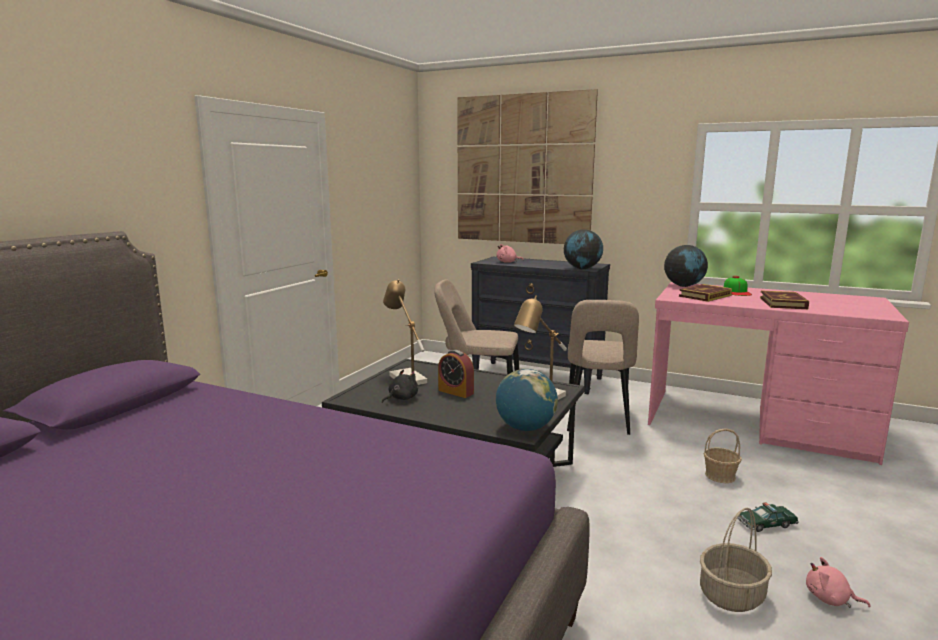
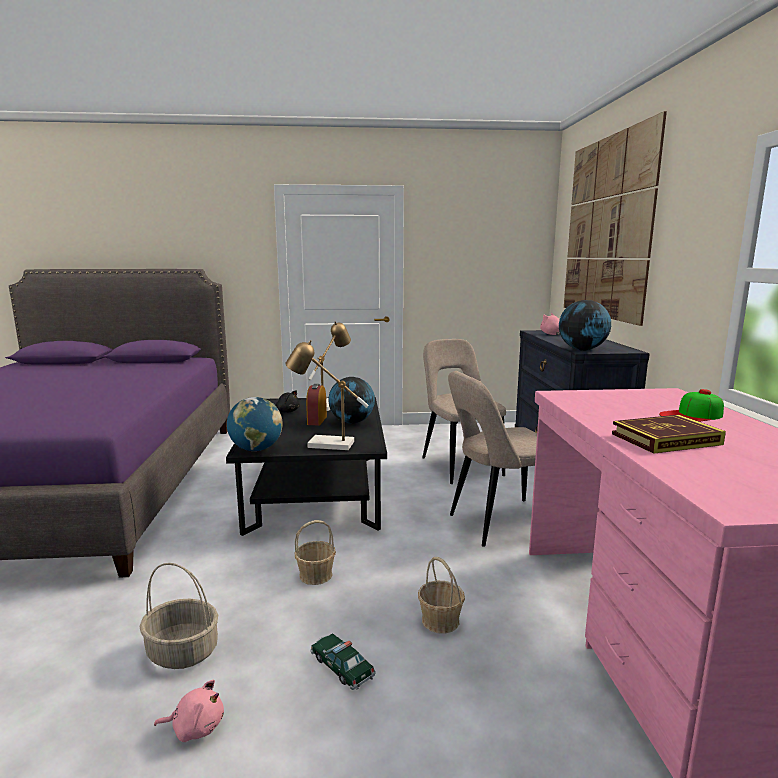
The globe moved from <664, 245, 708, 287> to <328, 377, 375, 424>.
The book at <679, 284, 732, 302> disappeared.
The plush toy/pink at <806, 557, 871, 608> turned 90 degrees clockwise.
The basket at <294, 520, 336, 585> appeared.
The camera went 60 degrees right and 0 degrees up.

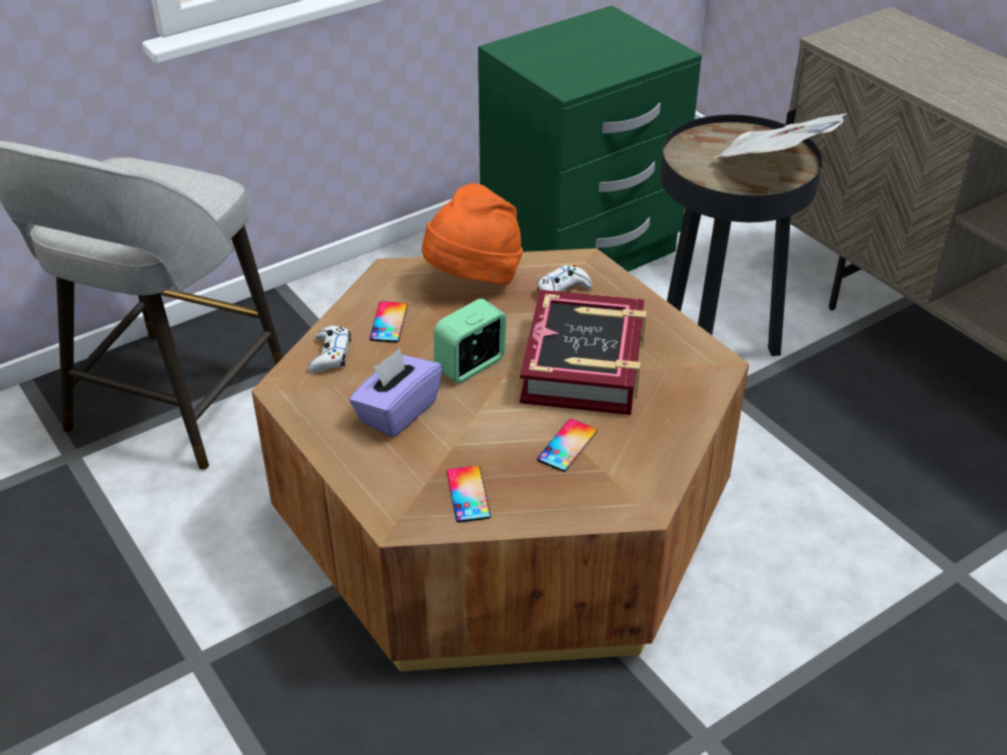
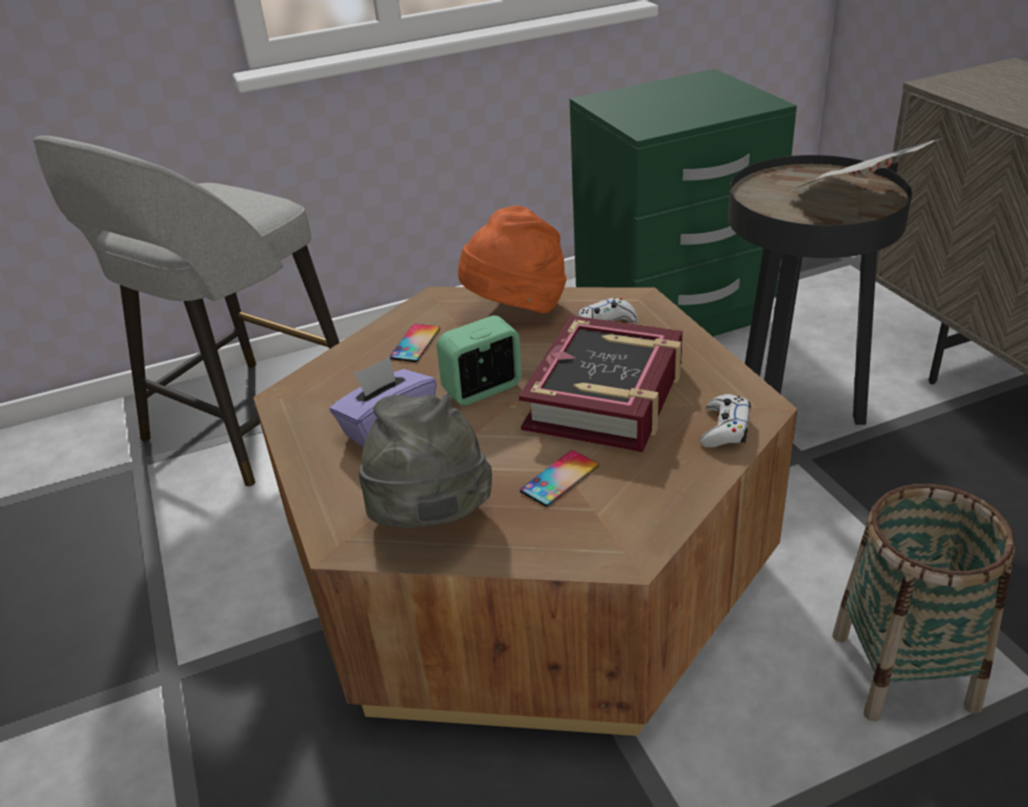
The game controller/white moved from <308, 326, 351, 373> to <700, 394, 751, 448>.
The phone at <447, 466, 491, 523> was replaced by the hat/grey at <359, 394, 492, 528>.
The basket at <832, 484, 1015, 722> appeared.
The camera went 15 degrees right and 5 degrees down.

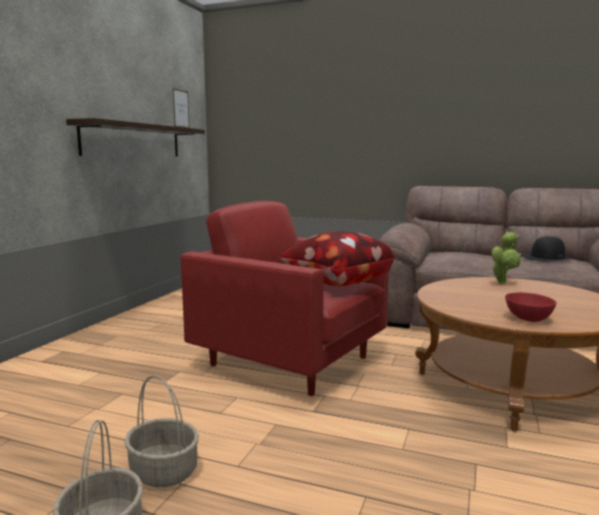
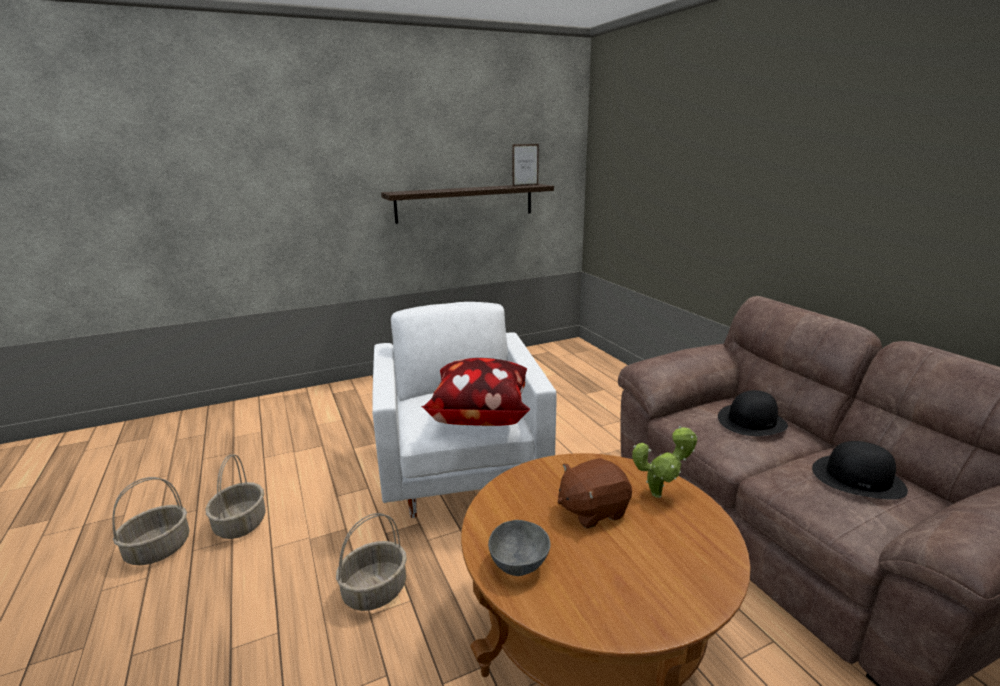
The armchair/red at <181, 201, 389, 396> became the armchair/white at <372, 302, 557, 518>.
The bowl/red at <505, 292, 557, 322> became the bowl/grey at <488, 520, 550, 576>.
The hat/black at <718, 390, 788, 436> appeared.
The plush toy/brown at <558, 458, 632, 529> appeared.
The basket at <336, 513, 407, 611> appeared.
The camera went 45 degrees right and 10 degrees up.

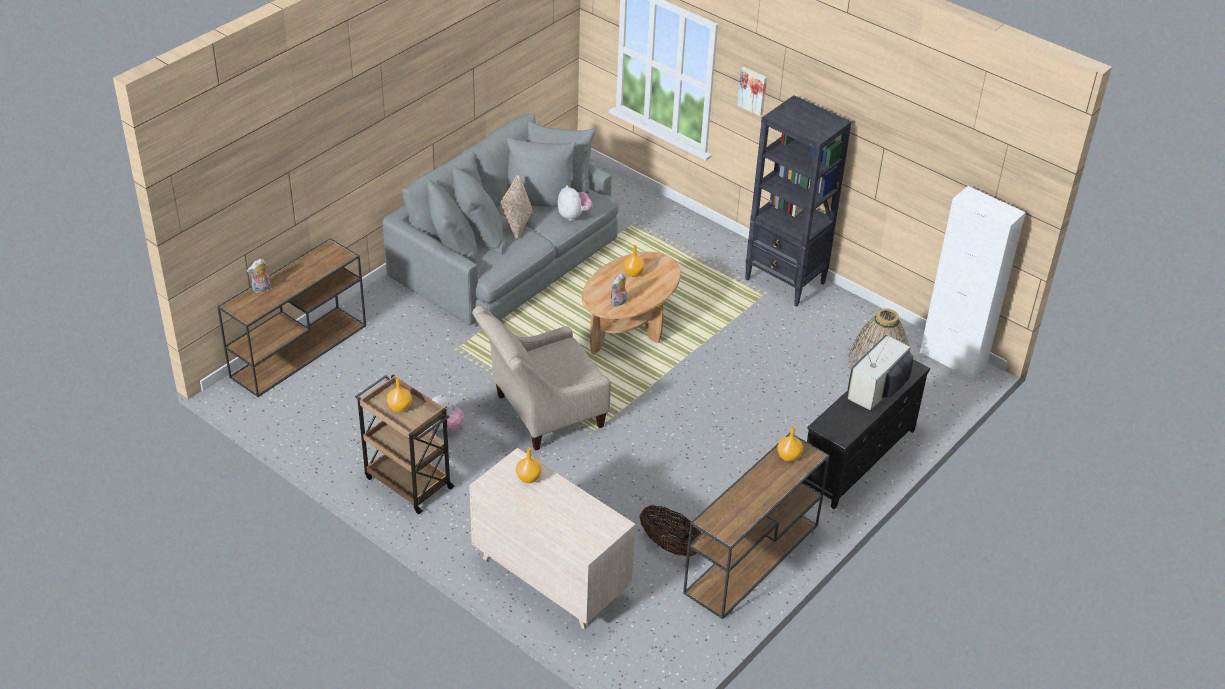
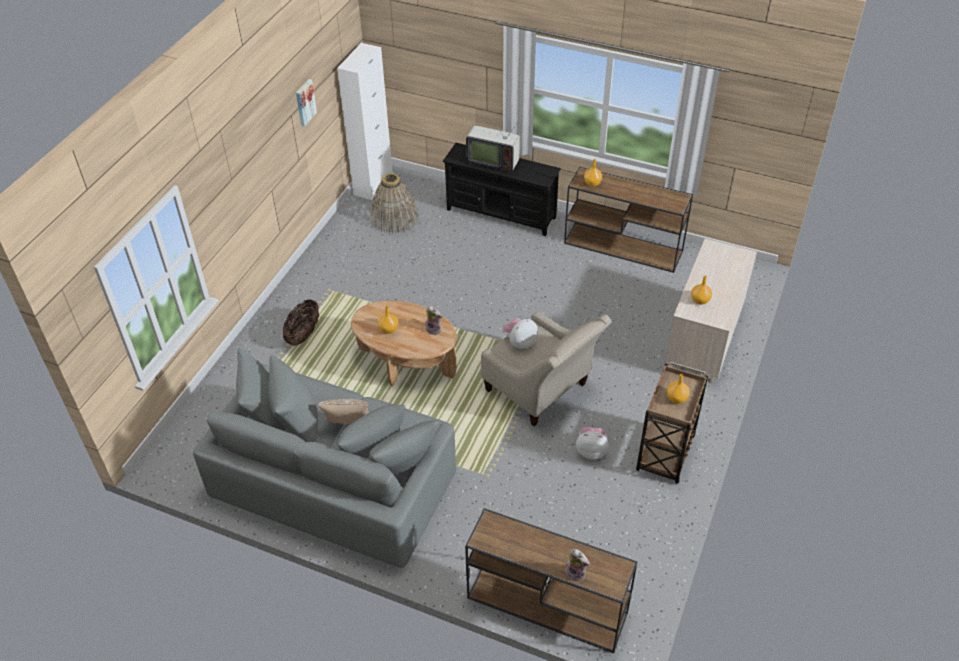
The picture moved from <737, 66, 767, 116> to <296, 79, 317, 126>.
The bookcase/black at <745, 95, 852, 306> disappeared.
The plush toy moved from <558, 185, 593, 221> to <503, 318, 538, 349>.
The basket moved from <639, 505, 702, 556> to <283, 299, 319, 346>.
The camera went 105 degrees left and 5 degrees up.

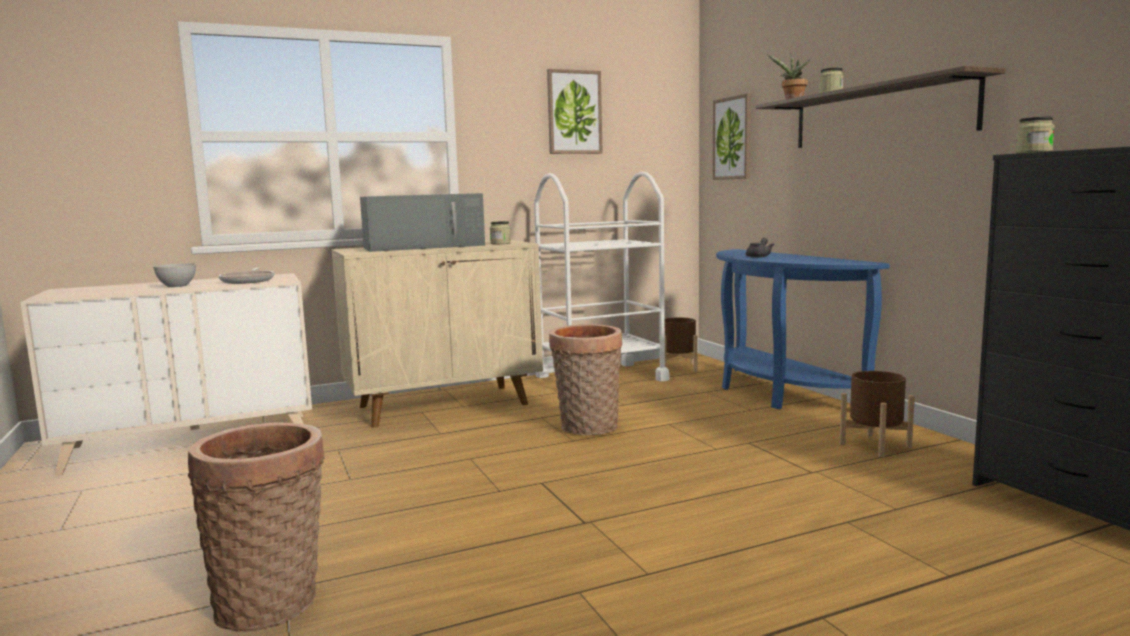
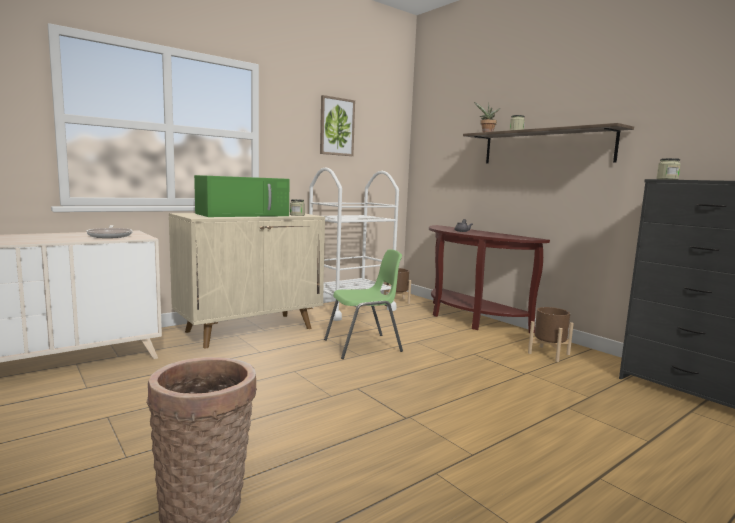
The picture at <713, 93, 751, 180> disappeared.
The microwave/grey at <360, 193, 485, 252> became the microwave/green at <194, 175, 290, 217>.
The console table/blue at <716, 249, 890, 409> became the console table/brown at <429, 225, 550, 333>.
The bowl/grey at <153, 263, 196, 287> disappeared.
The basket at <549, 324, 622, 435> was replaced by the chair/green at <324, 249, 403, 359>.
The camera went 15 degrees left and 0 degrees up.

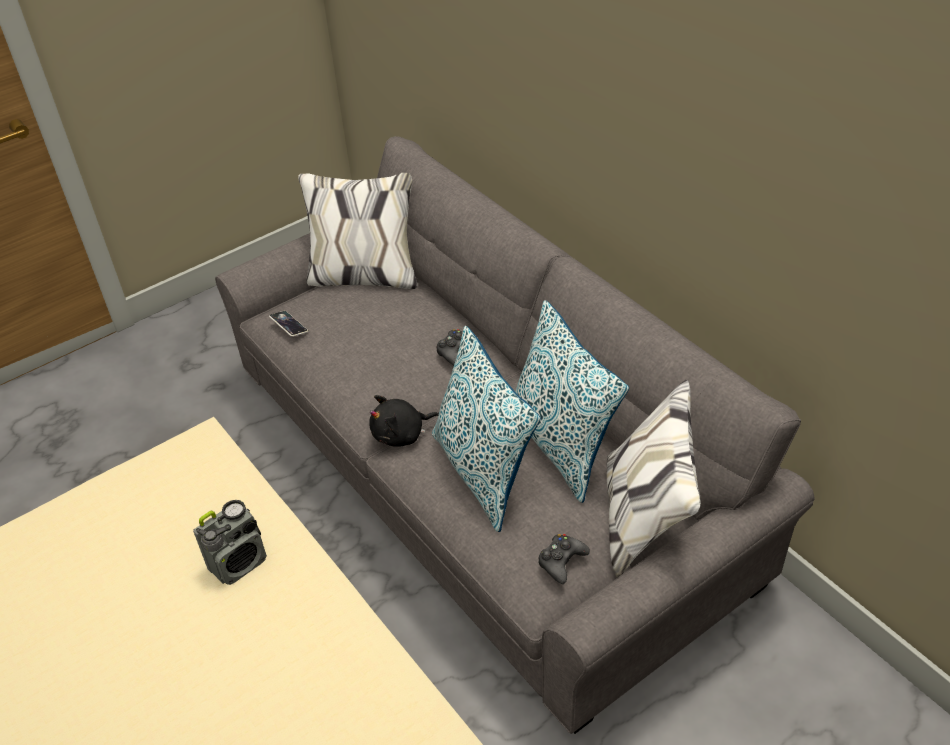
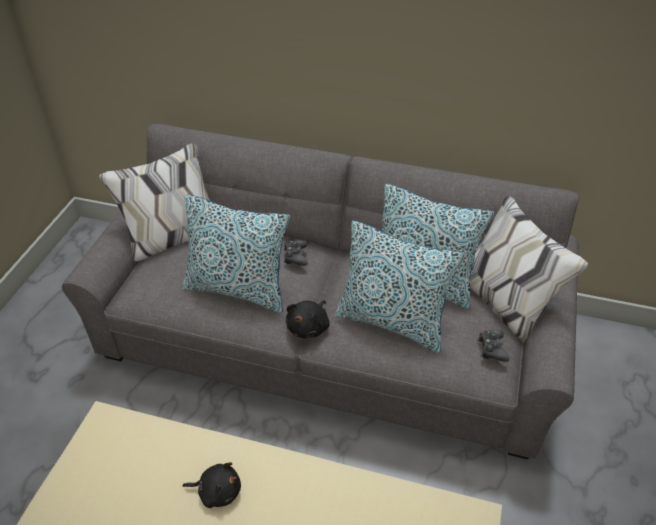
The phone at <269, 311, 308, 337> disappeared.
The radio at <193, 500, 267, 585> was replaced by the plush toy/black at <183, 462, 241, 508>.
The pillow at <183, 194, 290, 313> appeared.
The camera went 40 degrees left and 0 degrees up.

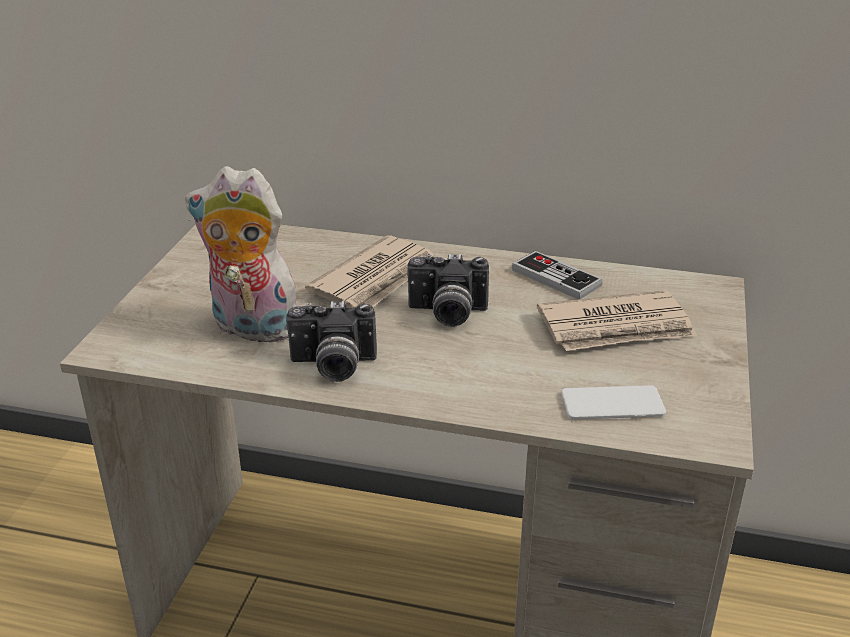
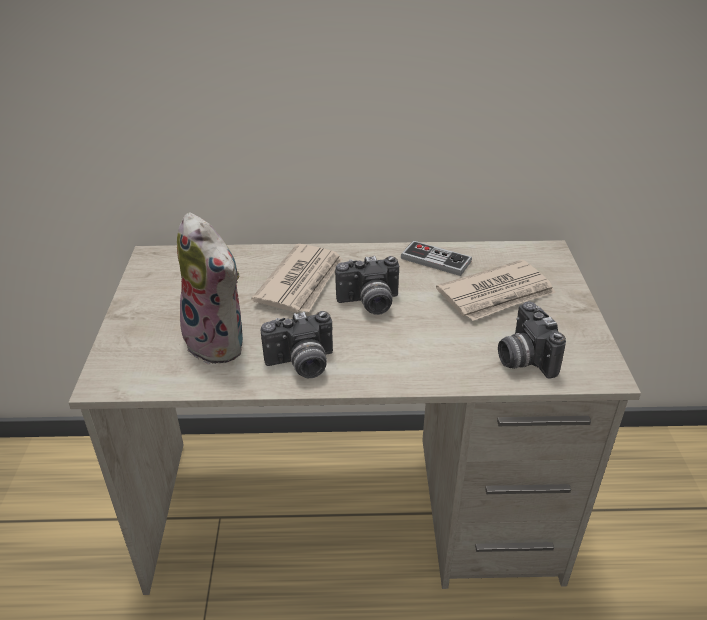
The plush toy at <185, 166, 297, 343> turned 135 degrees counterclockwise.
The phone at <561, 385, 666, 420> was replaced by the photo camera at <498, 302, 566, 379>.
The camera went 15 degrees left and 5 degrees up.

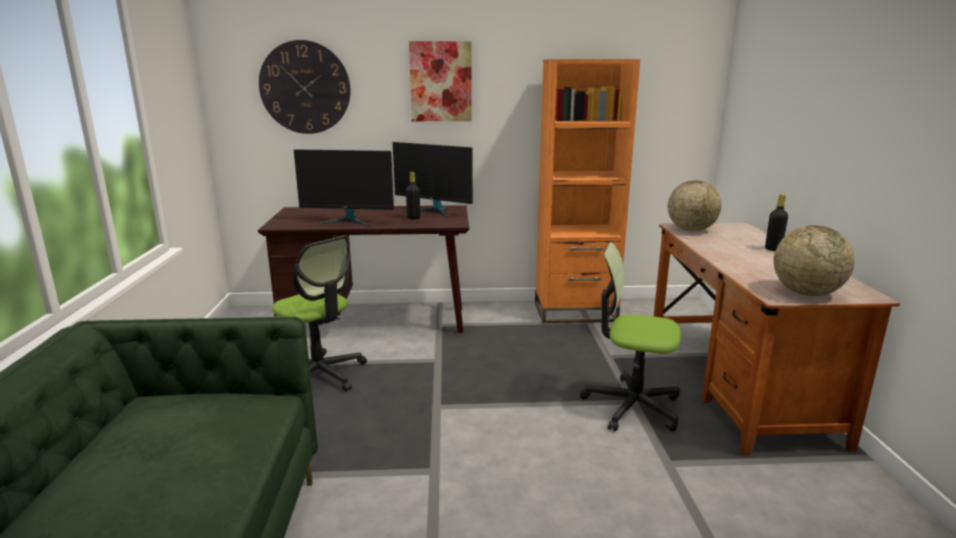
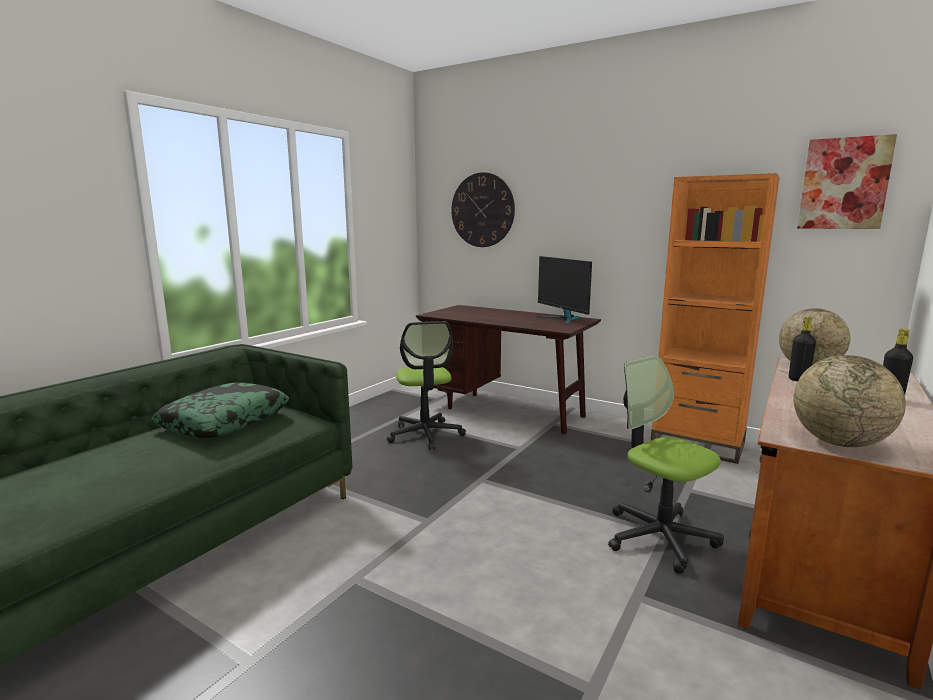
The picture moved from <409, 41, 472, 121> to <797, 134, 897, 229>.
The monitor at <294, 149, 394, 227> disappeared.
The bottle/black moved from <406, 172, 420, 219> to <789, 316, 816, 382>.
The pillow at <152, 383, 289, 438> appeared.
The camera went 35 degrees right and 5 degrees down.

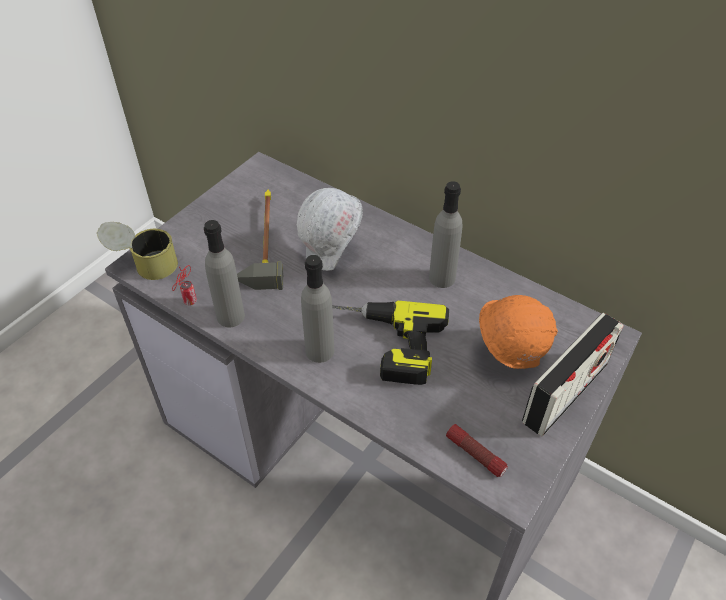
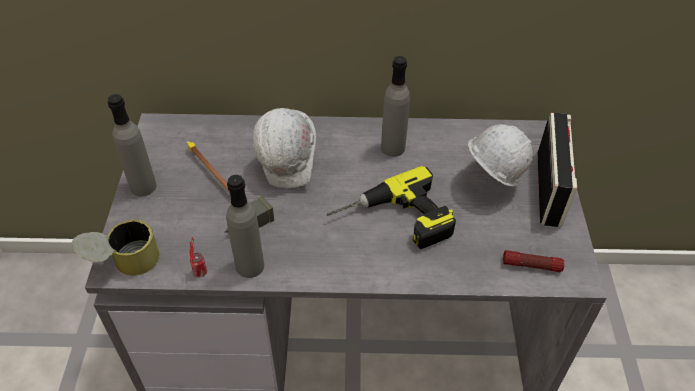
The bottle/grey moved from <301, 255, 334, 363> to <108, 94, 157, 197>.
The hard hat/orange at <479, 295, 558, 369> became the hard hat/white at <468, 124, 533, 186>.
The camera went 35 degrees left and 0 degrees up.

